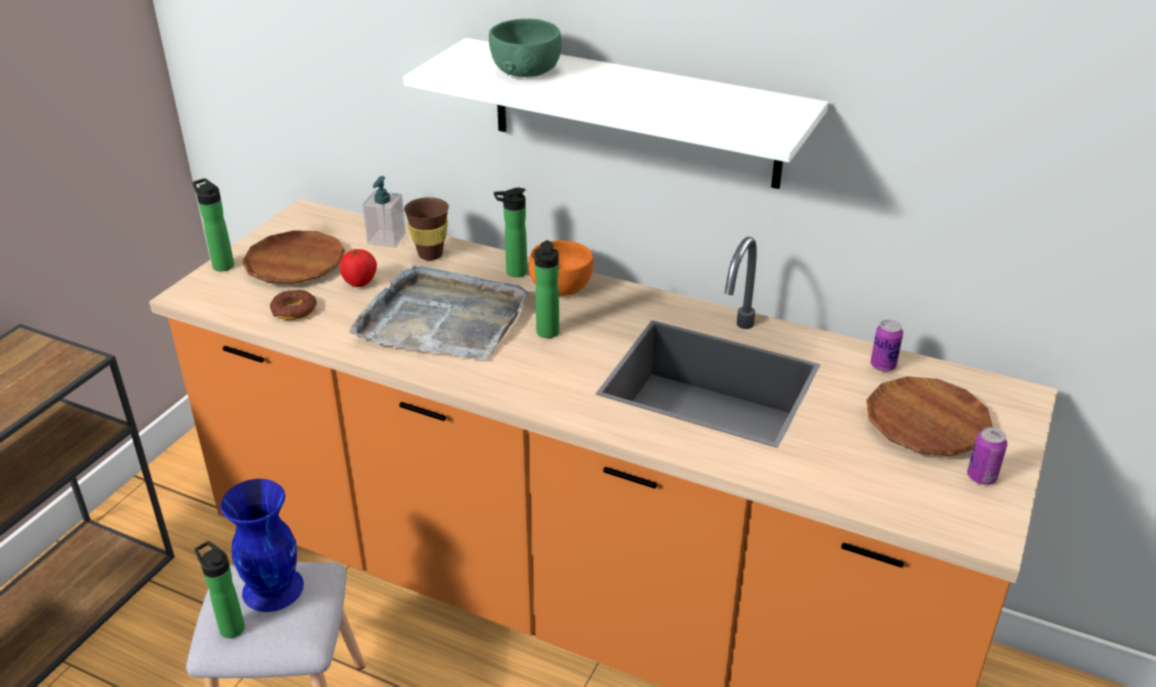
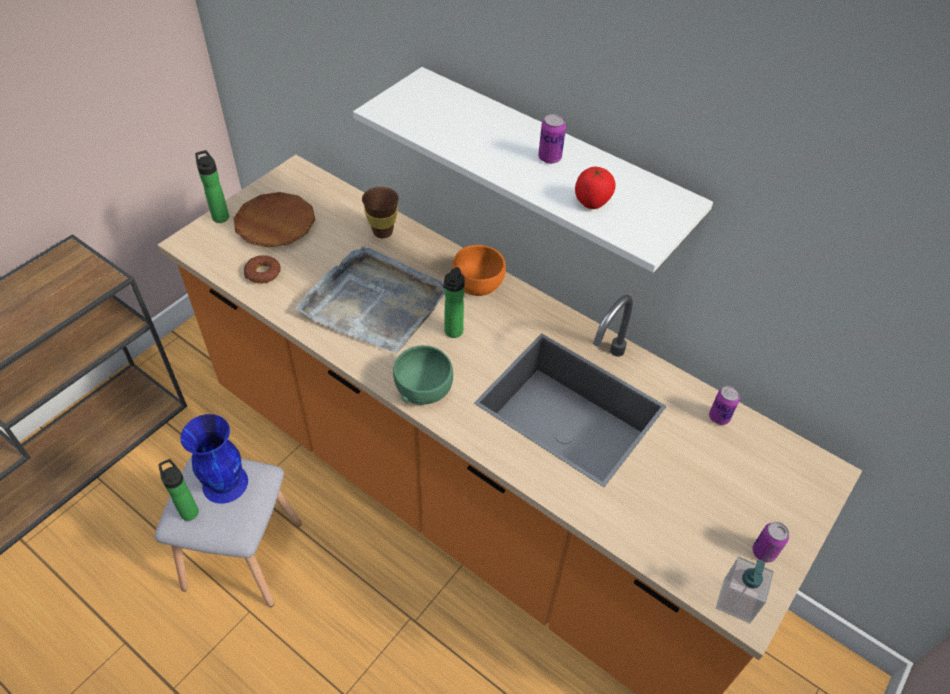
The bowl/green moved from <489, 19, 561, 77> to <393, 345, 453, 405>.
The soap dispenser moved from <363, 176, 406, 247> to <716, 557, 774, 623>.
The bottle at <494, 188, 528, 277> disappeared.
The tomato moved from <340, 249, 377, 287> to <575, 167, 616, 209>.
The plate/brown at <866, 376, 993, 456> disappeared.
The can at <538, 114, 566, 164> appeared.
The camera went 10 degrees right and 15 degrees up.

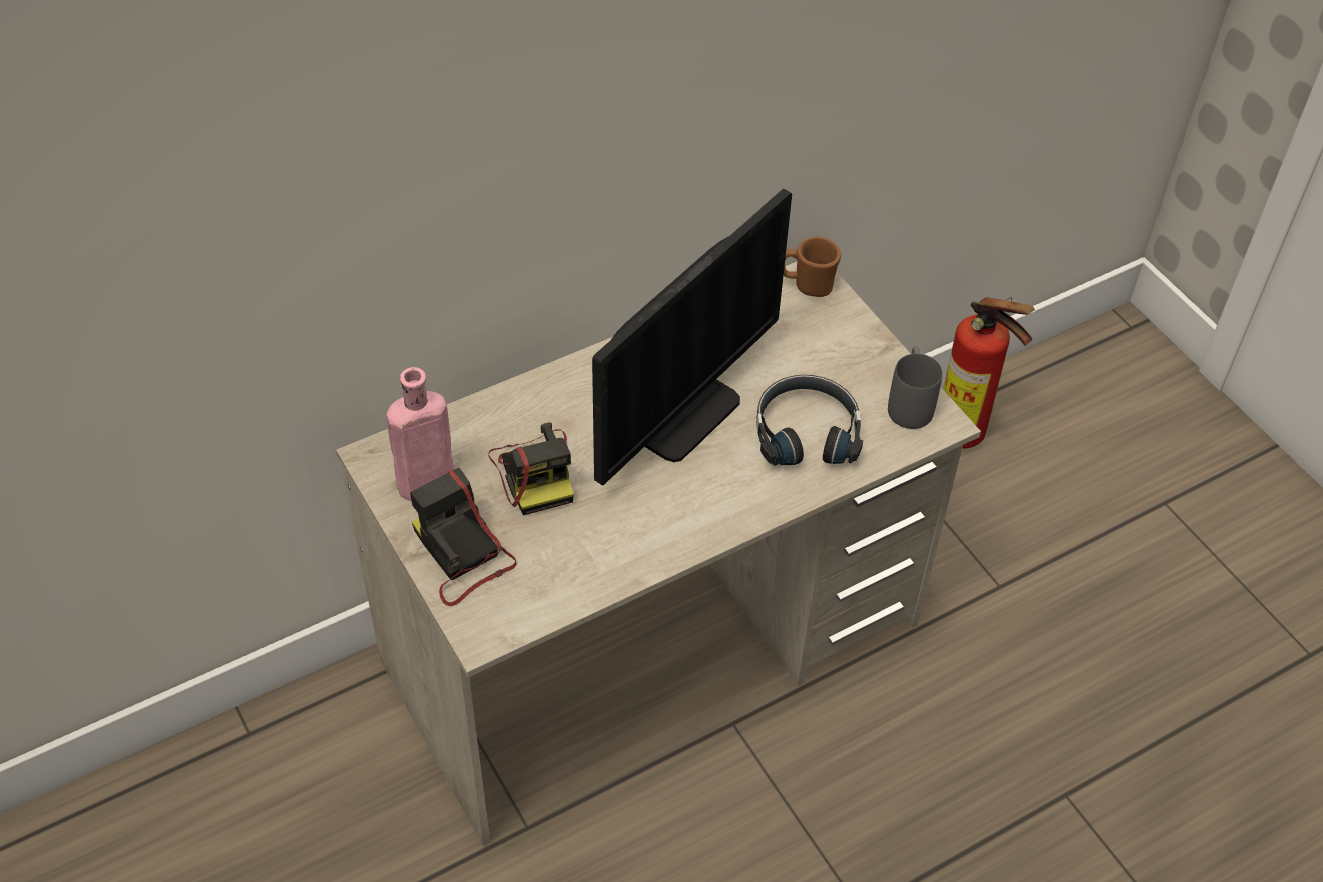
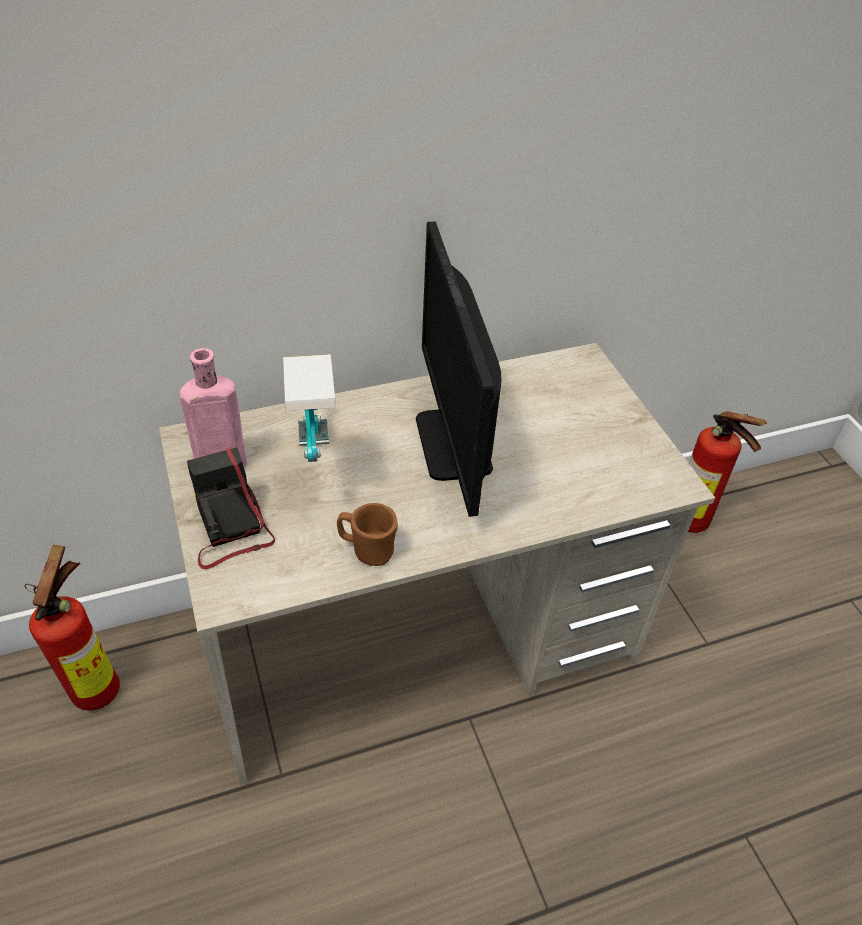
The monitor at <592, 189, 792, 486> turned 120 degrees clockwise.
The mug/brown moved from <784, 237, 841, 297> to <337, 503, 398, 566>.
The mug/grey at <888, 346, 943, 429> disappeared.
The headphones/black at <756, 375, 863, 466> disappeared.
The photo camera at <488, 422, 574, 515> was replaced by the table lamp at <283, 354, 336, 462>.
The fire extinguisher at <25, 545, 120, 710> appeared.
The camera went 10 degrees right and 5 degrees down.

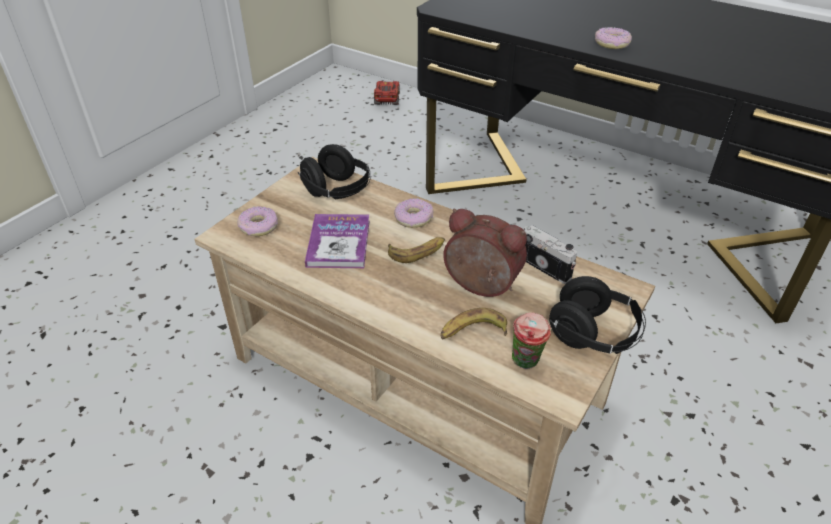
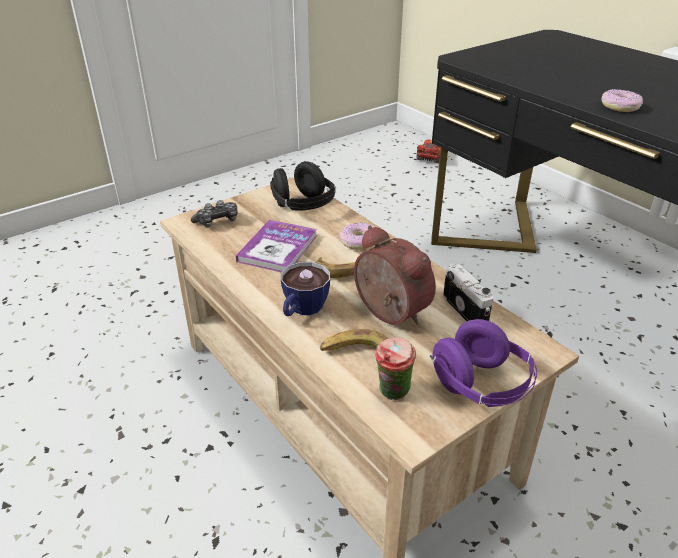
The donut at <237, 206, 278, 236> was replaced by the game controller at <191, 200, 238, 228>.
The headphones/black at <549, 276, 646, 354> became the headphones/purple at <430, 319, 537, 407>.
The cup at <281, 262, 330, 316> appeared.
The camera went 20 degrees right and 5 degrees down.

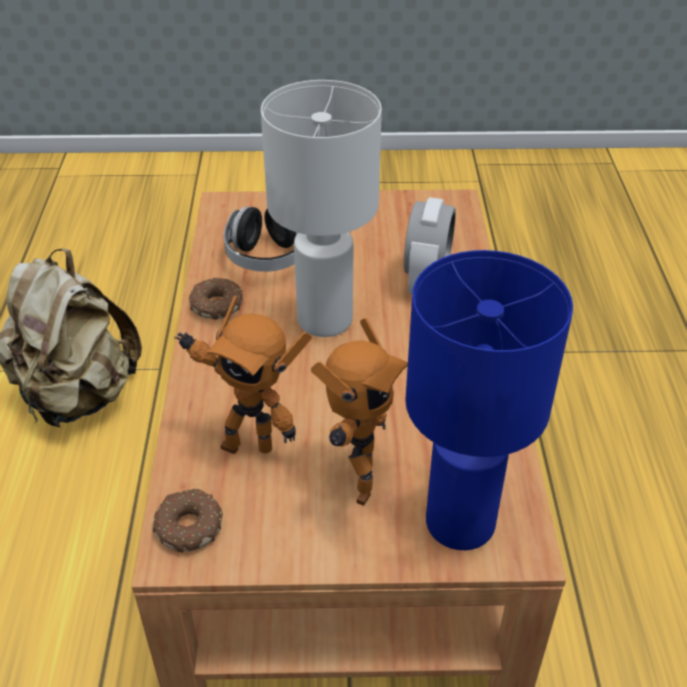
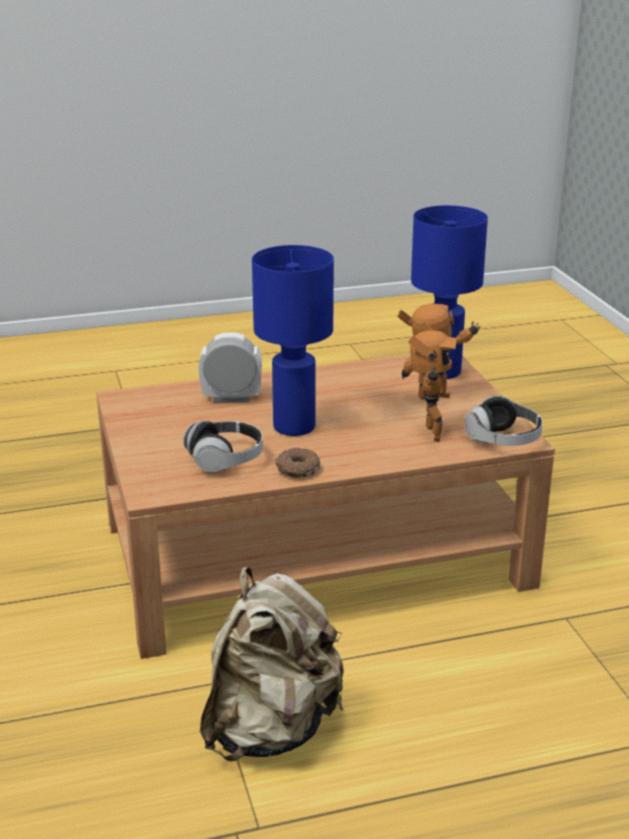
The table lamp/white at <261, 80, 382, 337> became the table lamp/blue at <252, 245, 334, 436>.
The donut at <153, 489, 223, 552> was replaced by the headphones at <465, 395, 543, 446>.
The camera went 105 degrees left and 15 degrees down.

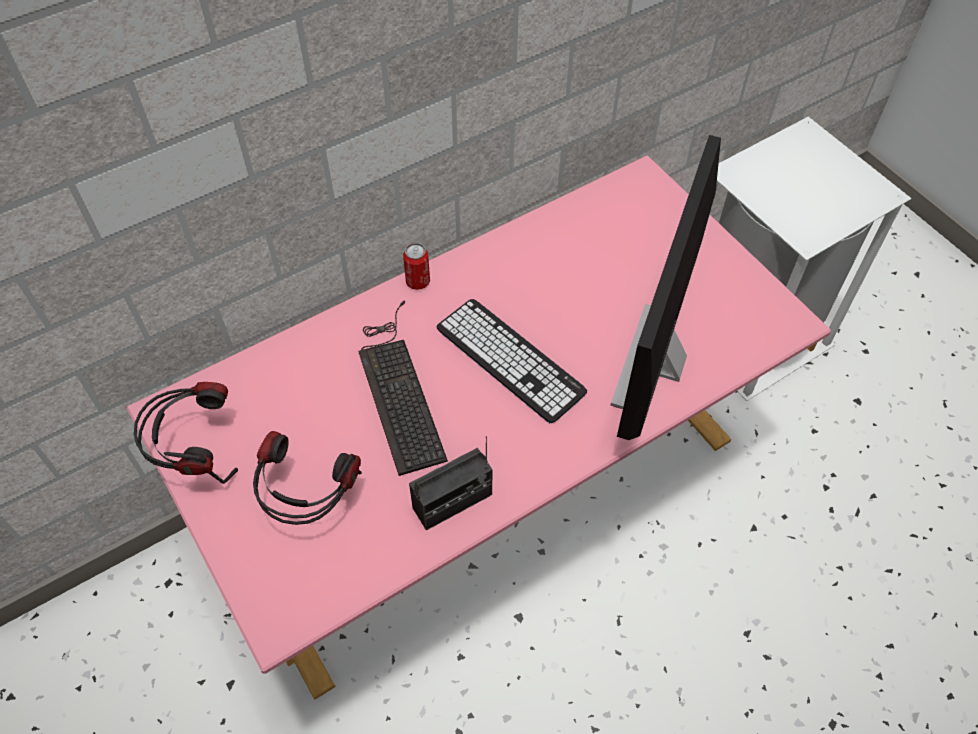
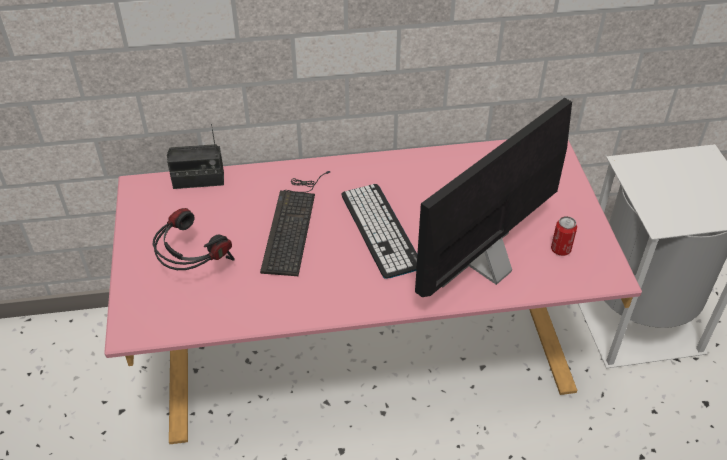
The can moved from <403, 243, 430, 290> to <551, 216, 577, 256>.
The headphones at <134, 382, 238, 484> disappeared.
The radio moved from <409, 436, 493, 530> to <167, 124, 224, 189>.
The camera went 25 degrees right and 10 degrees down.

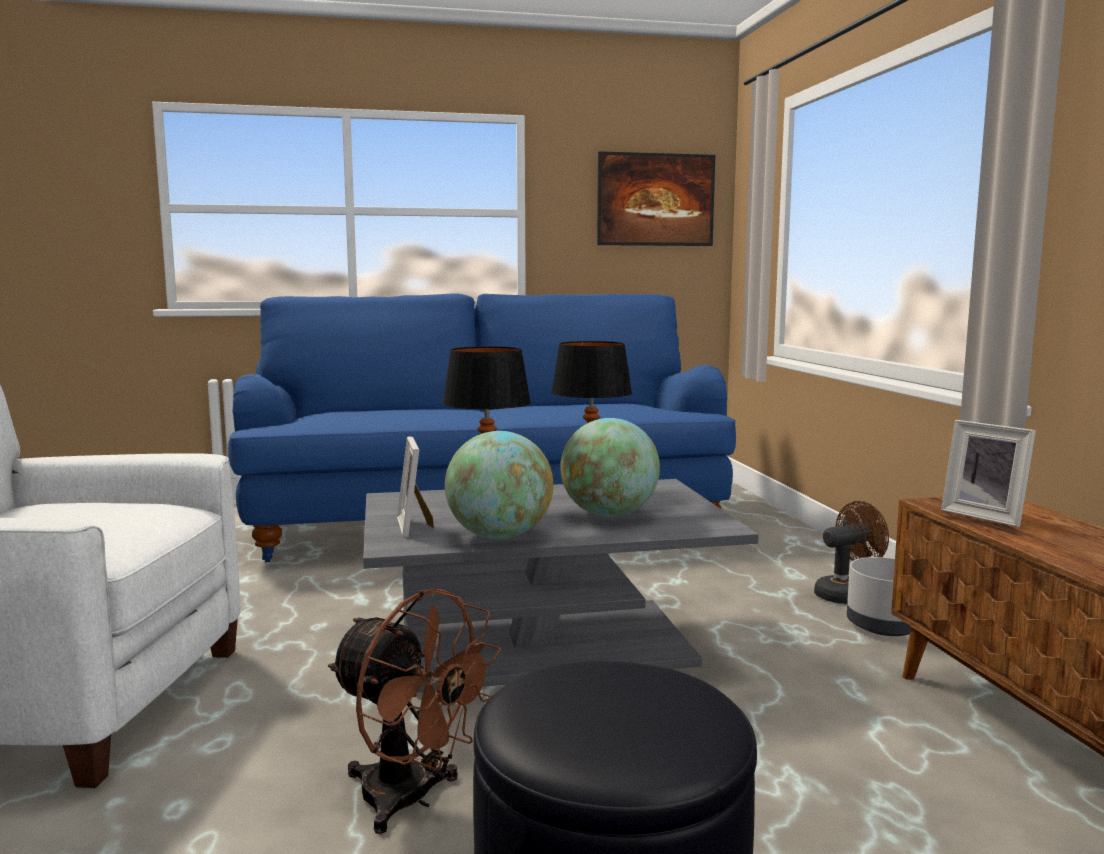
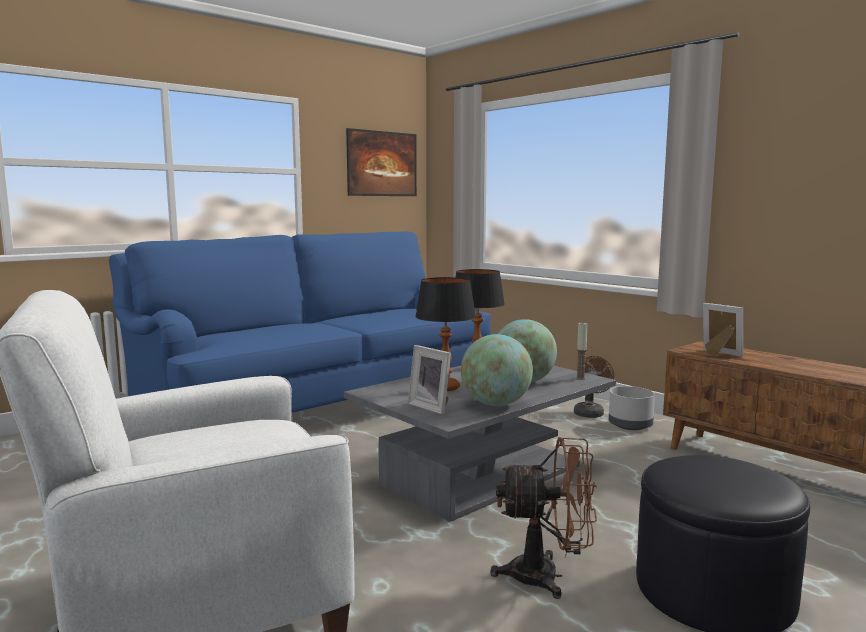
The picture frame at <941, 420, 1036, 527> turned 150 degrees counterclockwise.
The candle at <576, 323, 588, 380> appeared.
The camera went 30 degrees left and 0 degrees up.

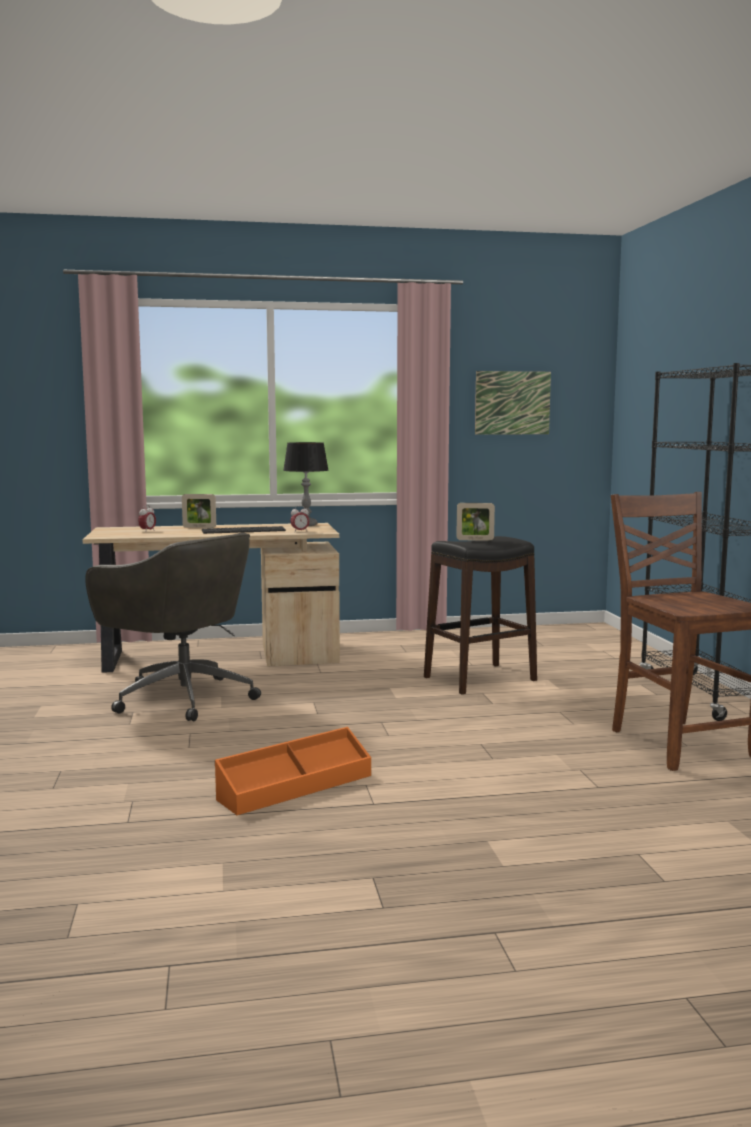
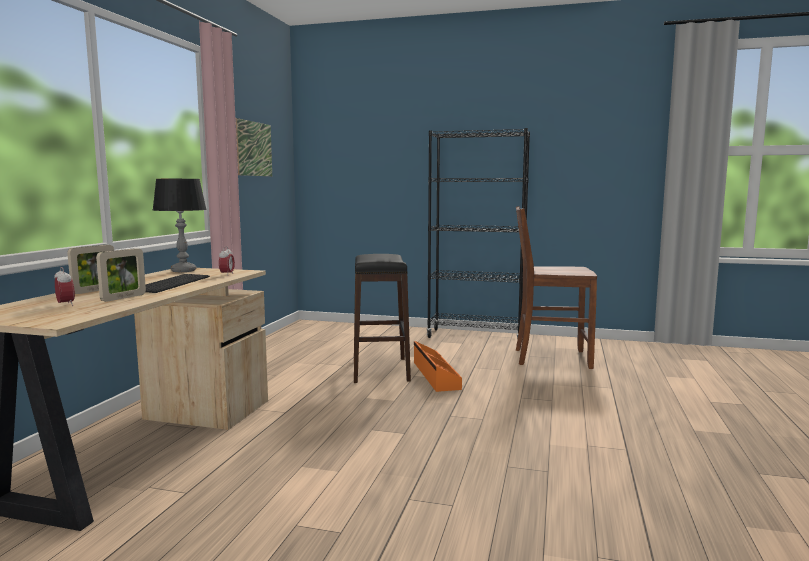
The picture frame moved from <456, 503, 495, 541> to <96, 248, 146, 302>.
The office chair/grey at <85, 533, 261, 721> disappeared.
The storage box/orange moved from <215, 727, 371, 815> to <414, 341, 462, 392>.
The camera went 65 degrees left and 0 degrees up.

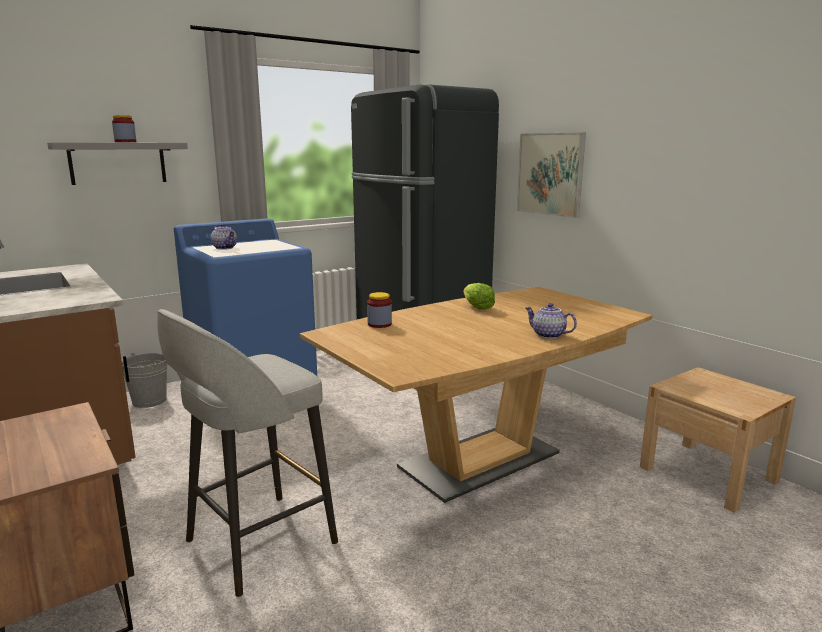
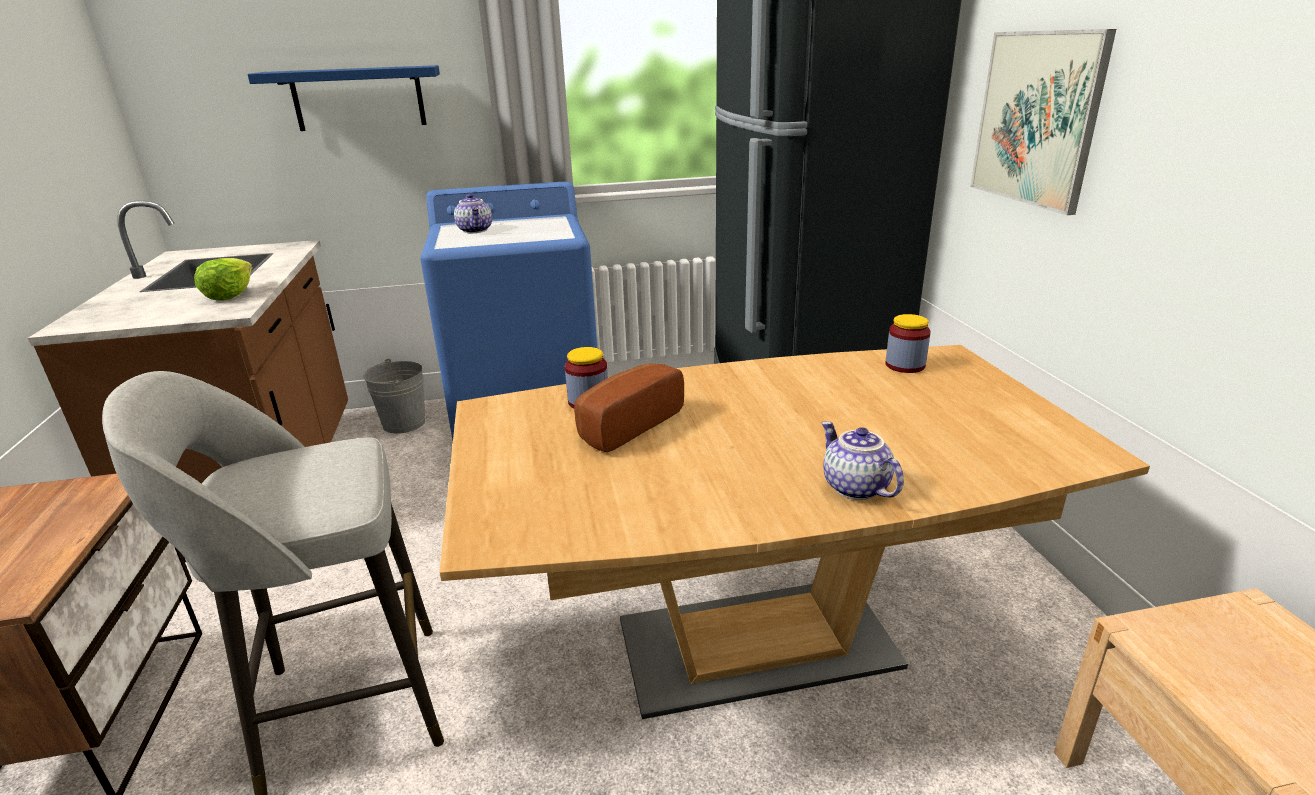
The jar moved from <112, 115, 136, 142> to <886, 314, 931, 373>.
The shelf/grey at <47, 142, 188, 185> became the shelf/blue at <247, 65, 440, 131>.
The lettuce moved from <464, 283, 495, 310> to <194, 258, 253, 300>.
The bread at <574, 363, 684, 452> appeared.
The camera went 25 degrees right and 10 degrees up.

